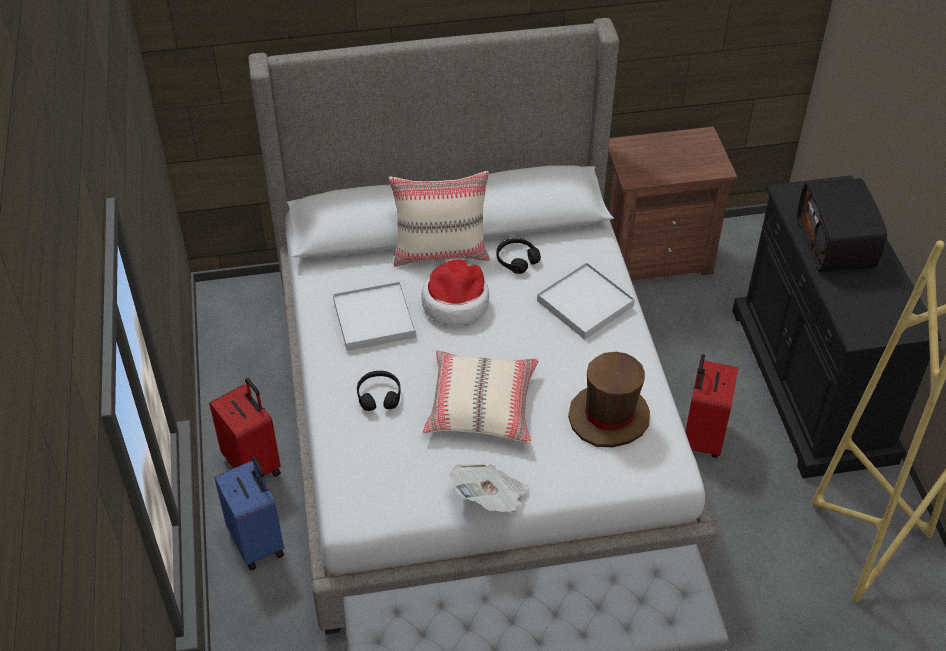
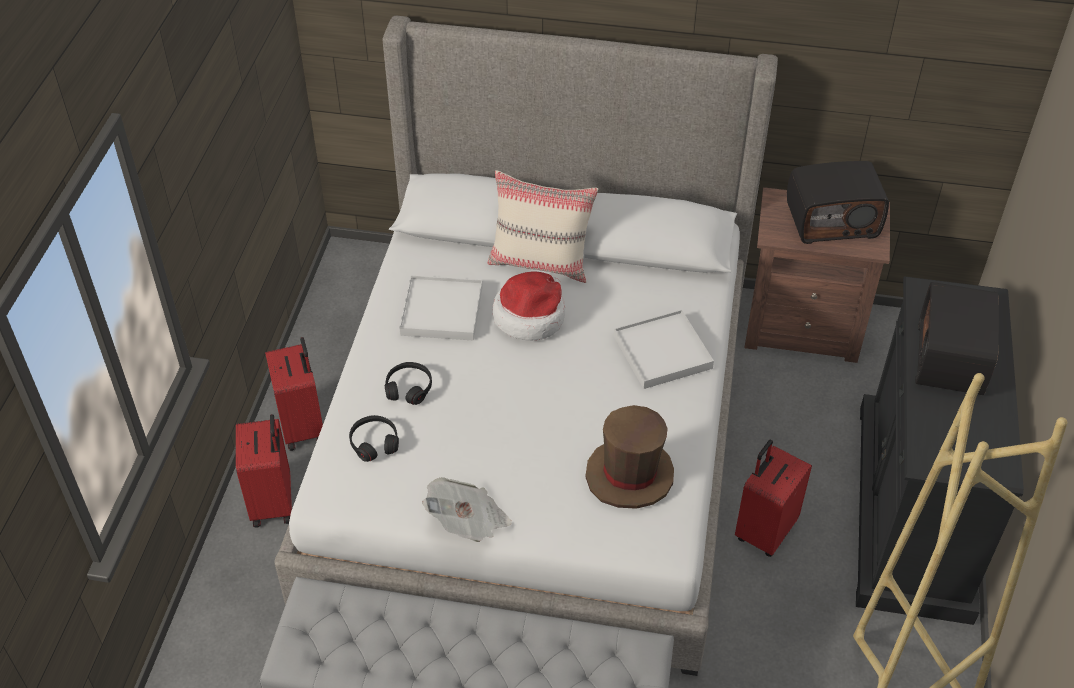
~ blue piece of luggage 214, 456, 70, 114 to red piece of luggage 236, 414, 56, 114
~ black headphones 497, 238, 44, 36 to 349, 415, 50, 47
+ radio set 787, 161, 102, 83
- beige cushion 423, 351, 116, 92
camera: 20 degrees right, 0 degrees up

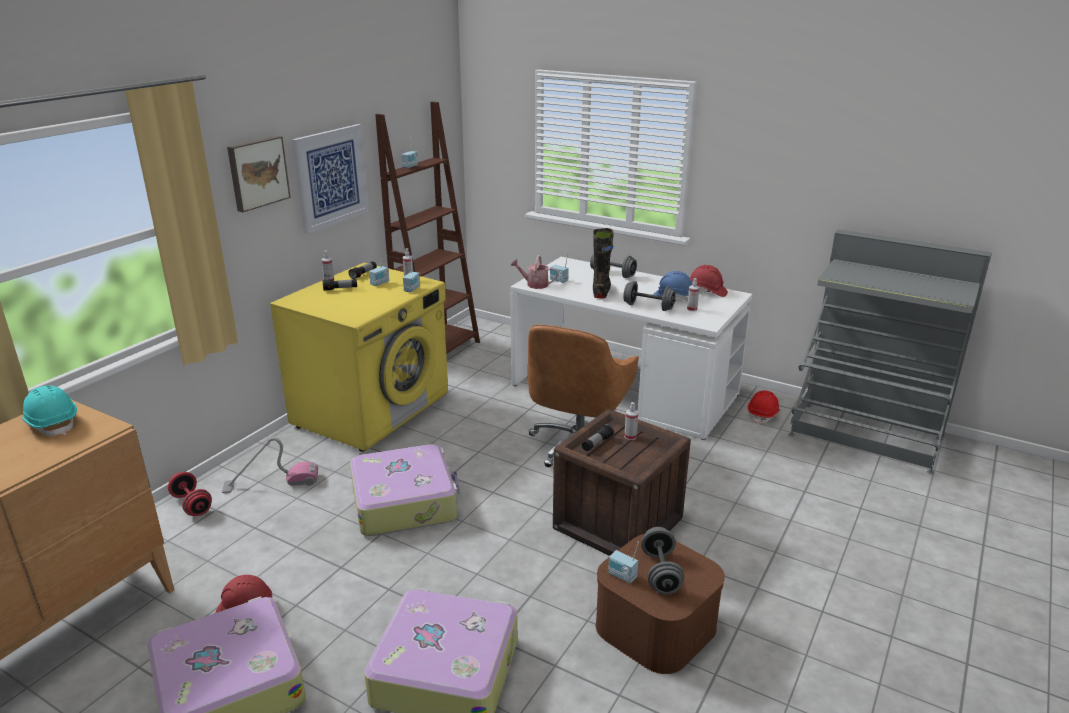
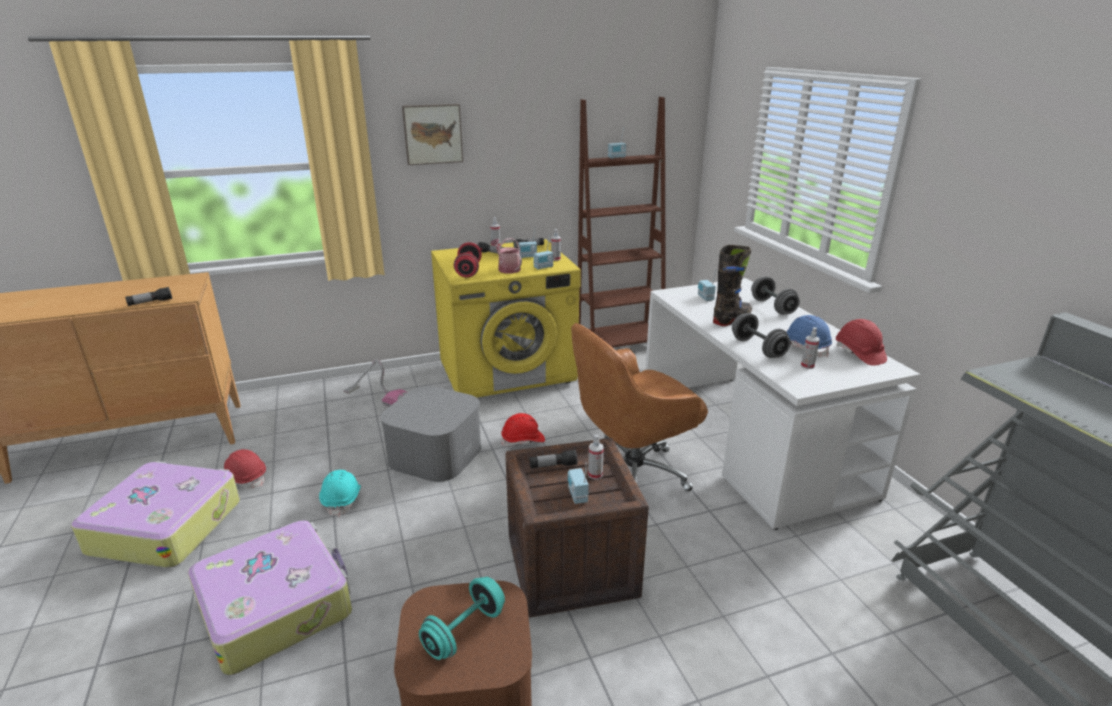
+ hand torch 125, 287, 47, 19
~ turquoise-coloured work helmet 22, 386, 55, 50 to 319, 470, 42, 47
~ piece of luggage 350, 444, 110, 92 to greyish storage container 381, 386, 100, 96
~ greyish hand weight 641, 527, 43, 67 to turquoise-coloured hand weight 419, 577, 86, 83
~ red hand weight 168, 472, 44, 44 to 454, 242, 28, 35
~ watering pot 510, 255, 48, 34 to 490, 238, 32, 36
~ red work helmet 748, 390, 32, 35 to 501, 413, 44, 34
~ radio set 608, 541, 31, 42 to 568, 462, 21, 42
- picture 292, 124, 77, 110
camera: 40 degrees right, 0 degrees up

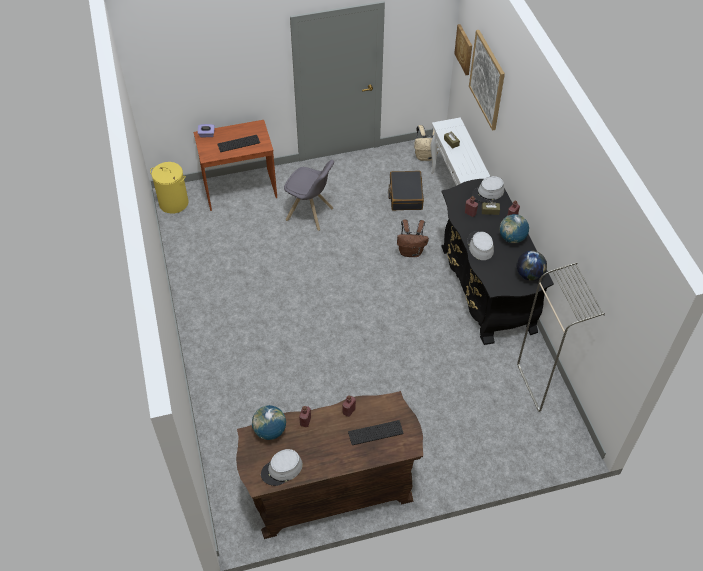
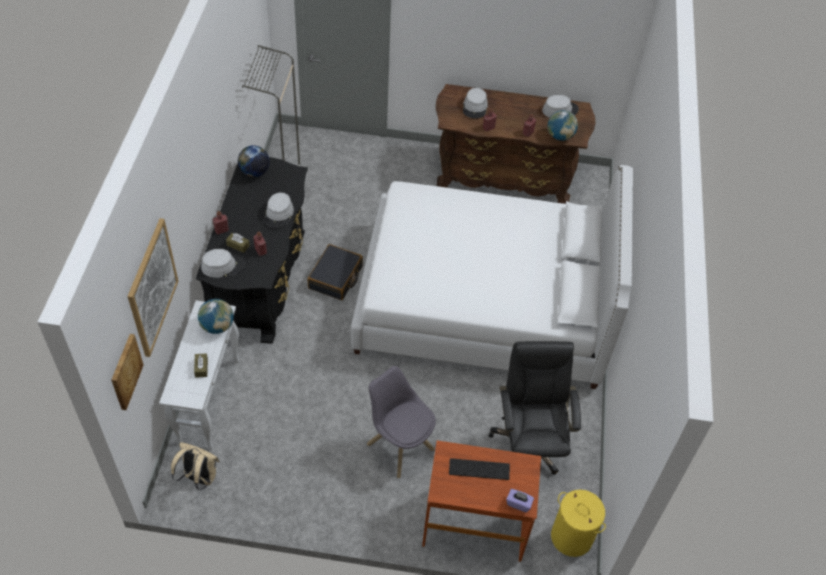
~ desk globe 500, 214, 29, 29 to 198, 299, 36, 35
~ black piece of luggage 388, 171, 36, 39 to 307, 244, 56, 56
+ white bedroom bed 351, 165, 282, 224
~ keyboard 348, 420, 56, 25 to greyish clothing hat 463, 88, 25, 31
+ black computer chair 489, 341, 92, 133
- brown-coloured knapsack 397, 219, 32, 38
camera: 160 degrees left, 0 degrees up

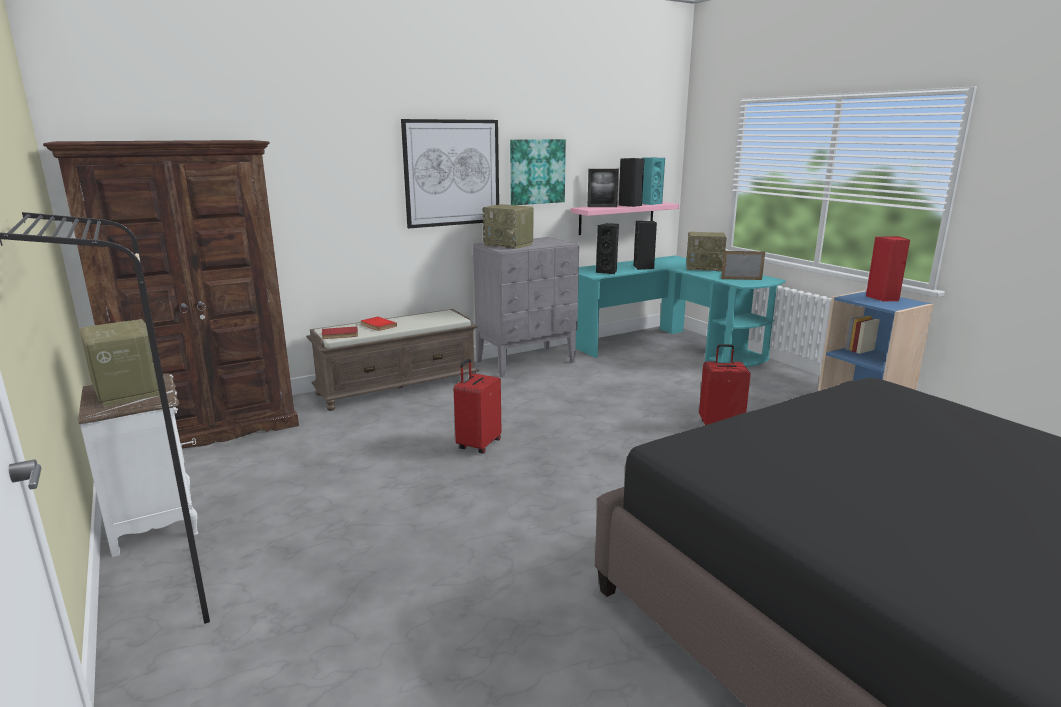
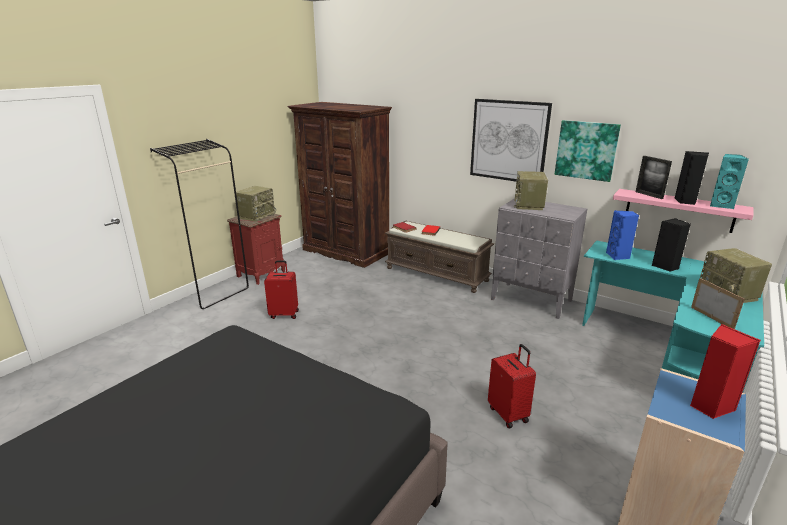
~ white night table 78, 373, 120, 184 to red night table 227, 214, 58, 71
~ red piece of luggage 454, 359, 47, 95 to 264, 260, 35, 59
~ black audio speaker 596, 223, 23, 51 to blue audio speaker 606, 210, 33, 50
camera: 65 degrees right, 5 degrees up

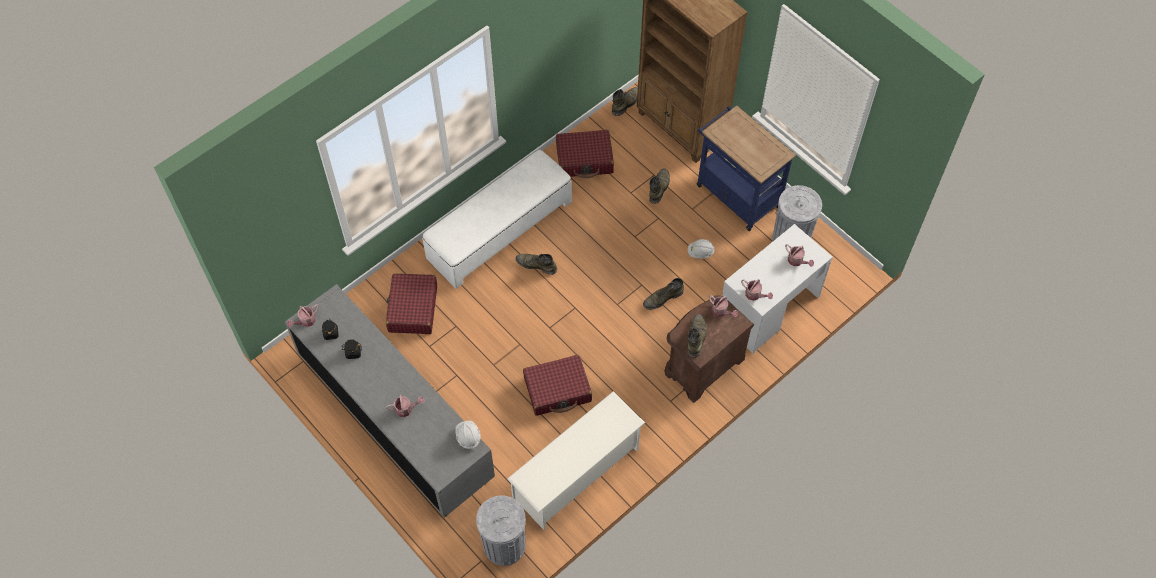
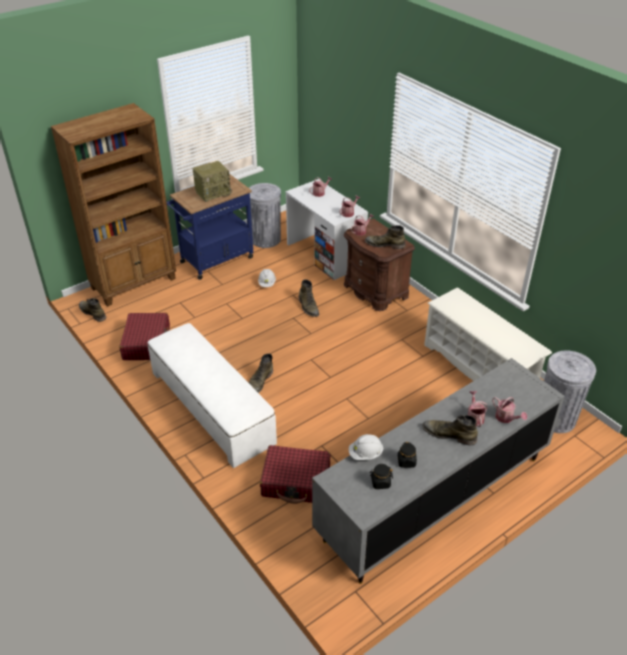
+ radio set 193, 161, 39, 41
~ white work helmet 456, 421, 25, 29 to 349, 434, 34, 26
~ green boot 649, 168, 21, 36 to 422, 415, 56, 30
~ watering pot 287, 305, 32, 22 to 492, 397, 35, 26
- red piece of luggage 523, 355, 69, 61
camera: 85 degrees left, 20 degrees down

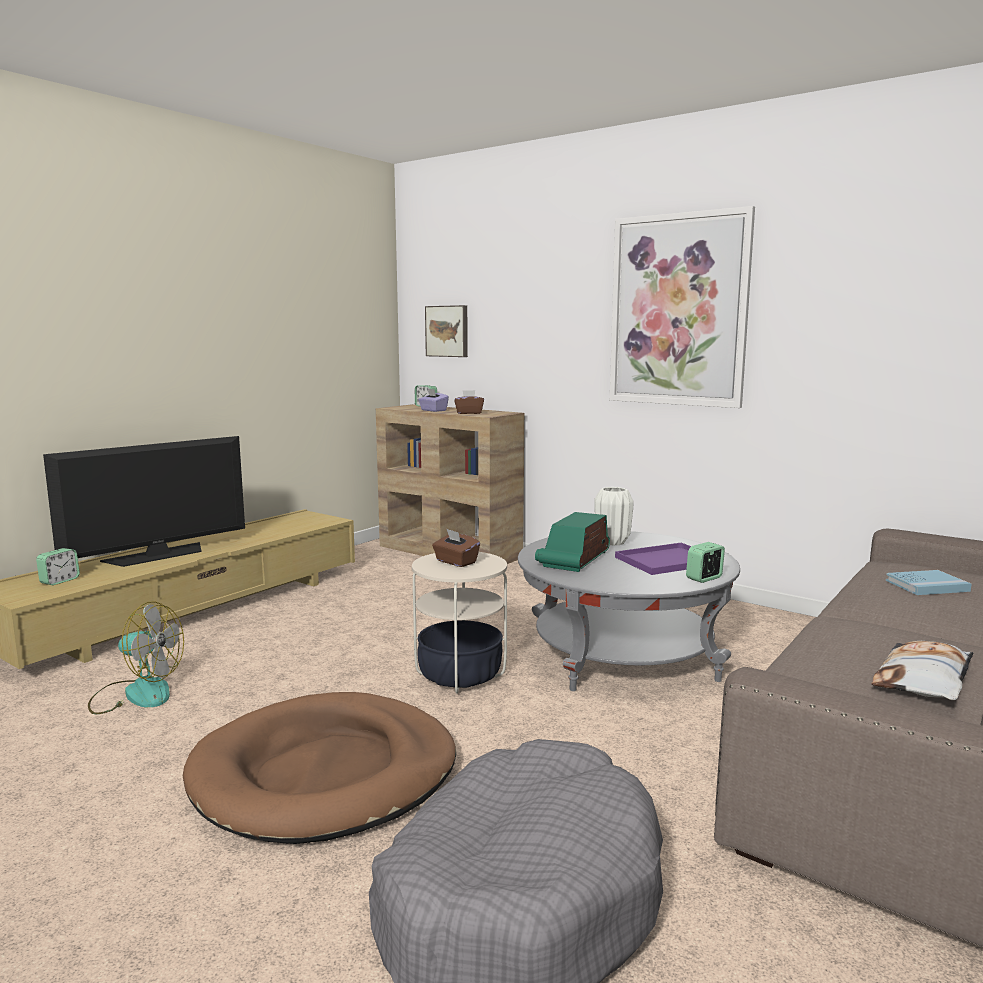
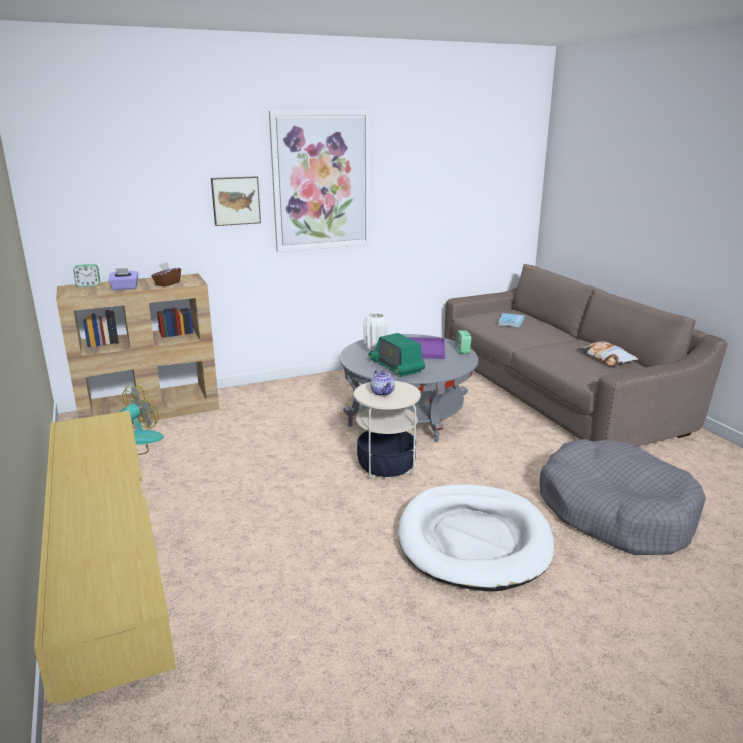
~ electric fan 88, 601, 96, 113 to 120, 386, 44, 69
~ picture 425, 305, 43, 52 to 211, 176, 50, 50
~ brown-coloured tissue holder 432, 529, 48, 38 to pot for tea 370, 370, 25, 26
~ brown-coloured dog cushion 183, 692, 273, 152 to white dog cushion 398, 484, 156, 107
- alarm clock 36, 548, 44, 37
- television 43, 436, 202, 131
camera: 60 degrees left, 10 degrees up

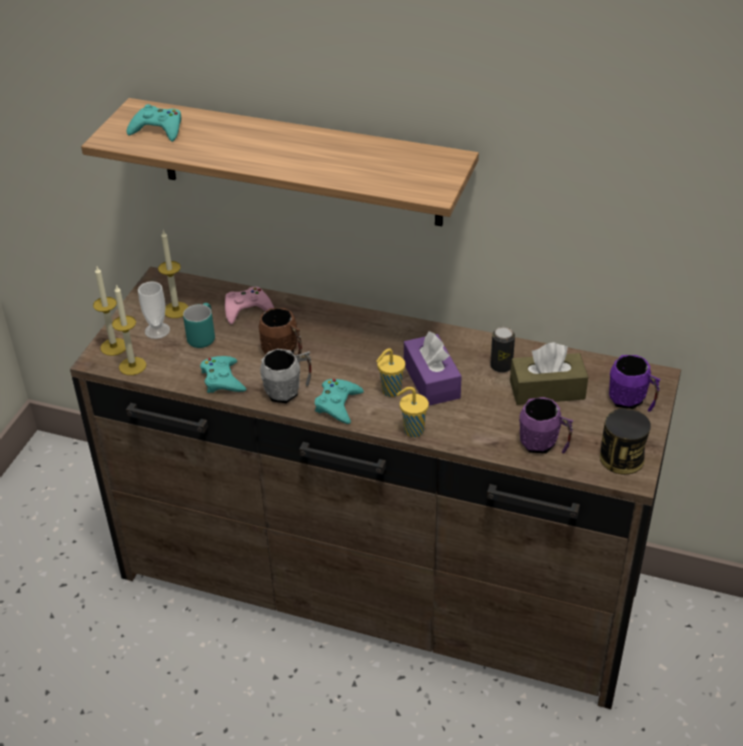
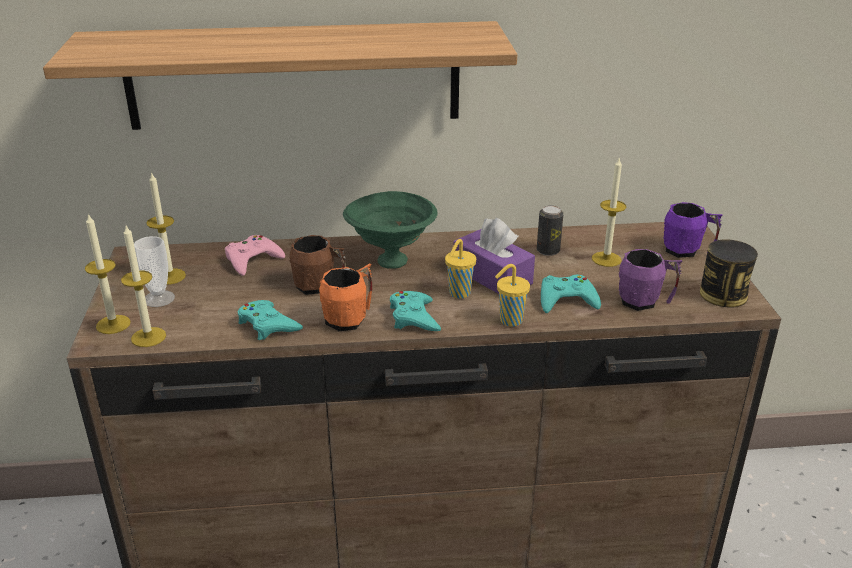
~ greyish mug 260, 349, 52, 54 to orange-coloured mug 319, 264, 53, 67
+ green deep dish 343, 191, 95, 78
~ turquoise-coloured game controller 127, 104, 54, 38 to 541, 275, 60, 38
~ brown-coloured tissue holder 510, 342, 78, 63 to wax candle 592, 158, 34, 109
- turquoise-coloured mug 183, 303, 32, 45
camera: 25 degrees left, 10 degrees down

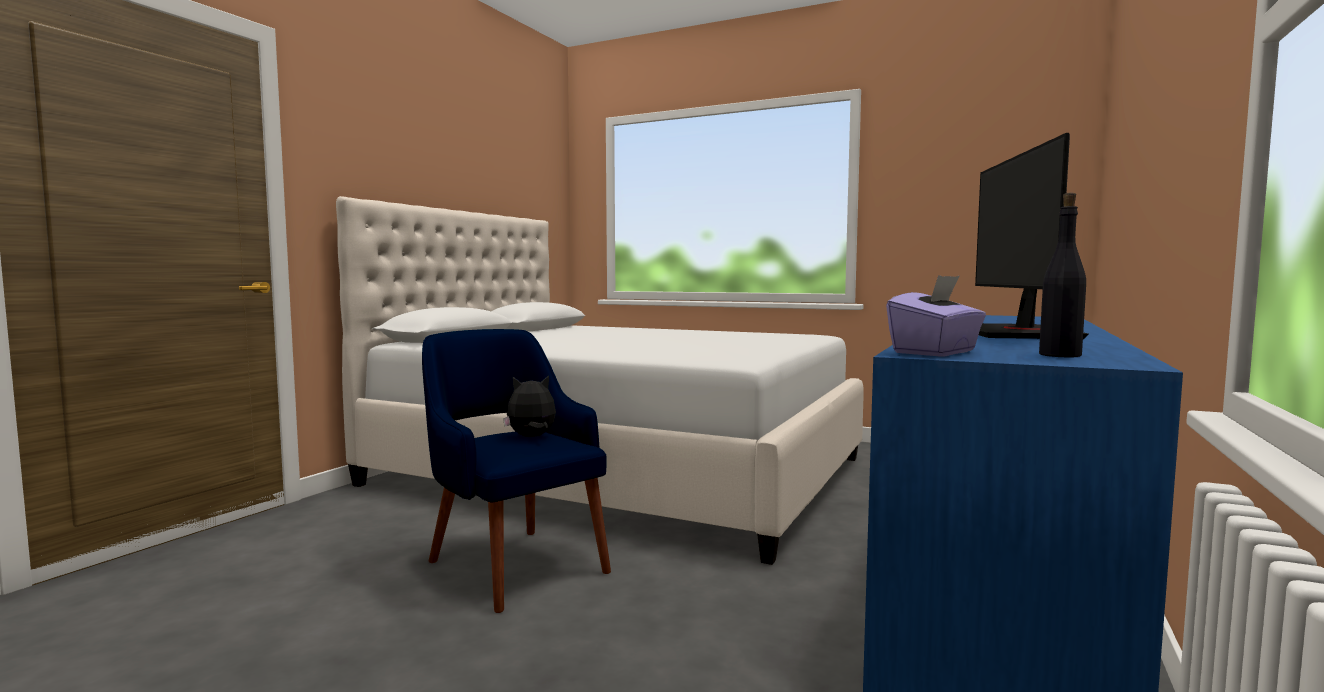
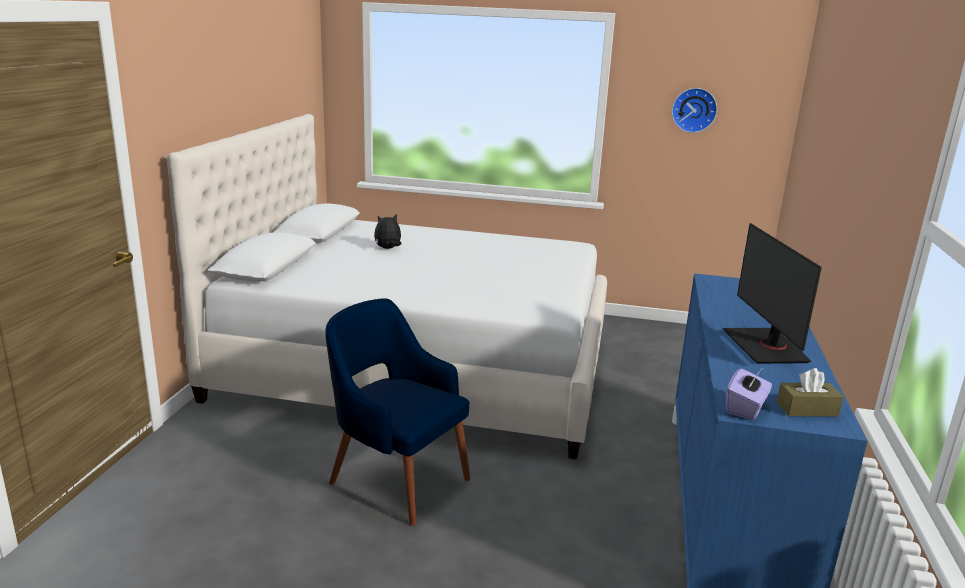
~ plush toy 503, 375, 53, 62 to 374, 214, 27, 35
+ wall clock 672, 88, 45, 45
~ black beverage bottle 1039, 192, 47, 165 to brown-coloured tissue holder 777, 368, 67, 49
camera: 15 degrees left, 15 degrees up

